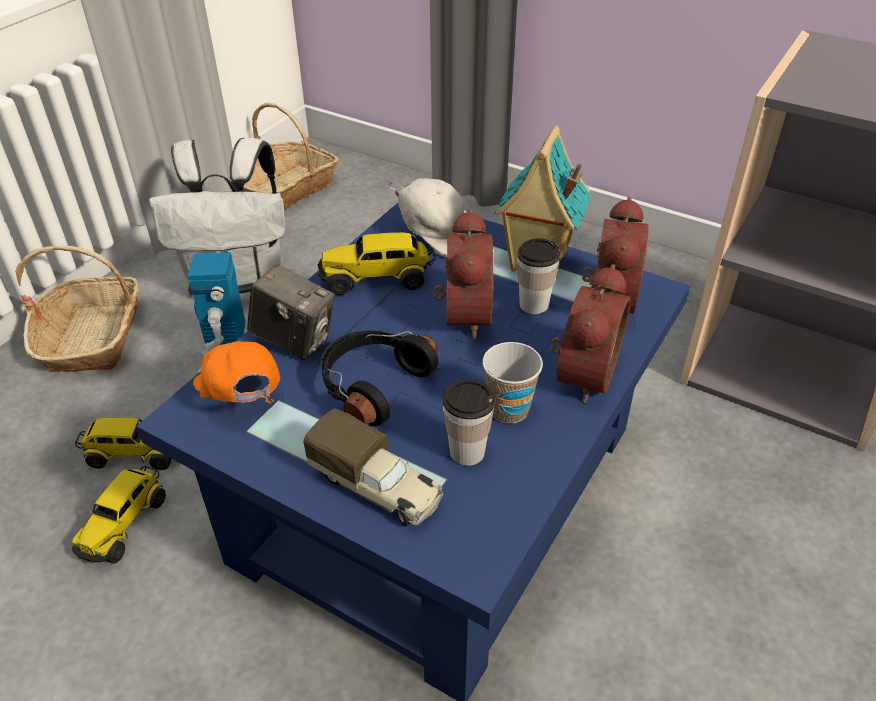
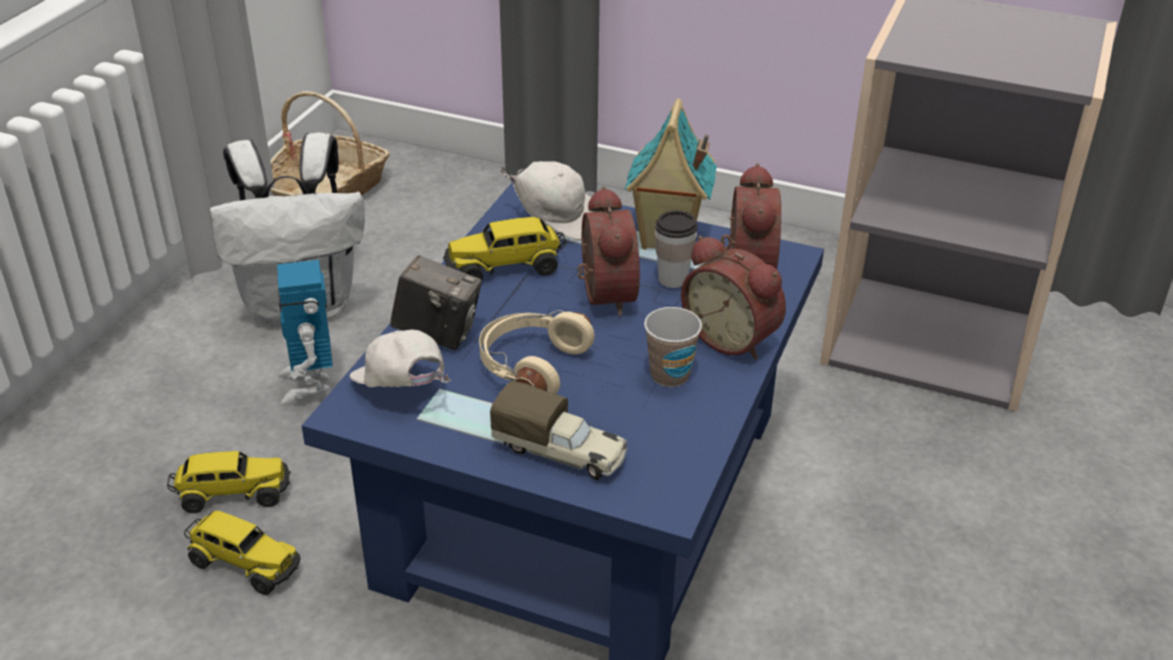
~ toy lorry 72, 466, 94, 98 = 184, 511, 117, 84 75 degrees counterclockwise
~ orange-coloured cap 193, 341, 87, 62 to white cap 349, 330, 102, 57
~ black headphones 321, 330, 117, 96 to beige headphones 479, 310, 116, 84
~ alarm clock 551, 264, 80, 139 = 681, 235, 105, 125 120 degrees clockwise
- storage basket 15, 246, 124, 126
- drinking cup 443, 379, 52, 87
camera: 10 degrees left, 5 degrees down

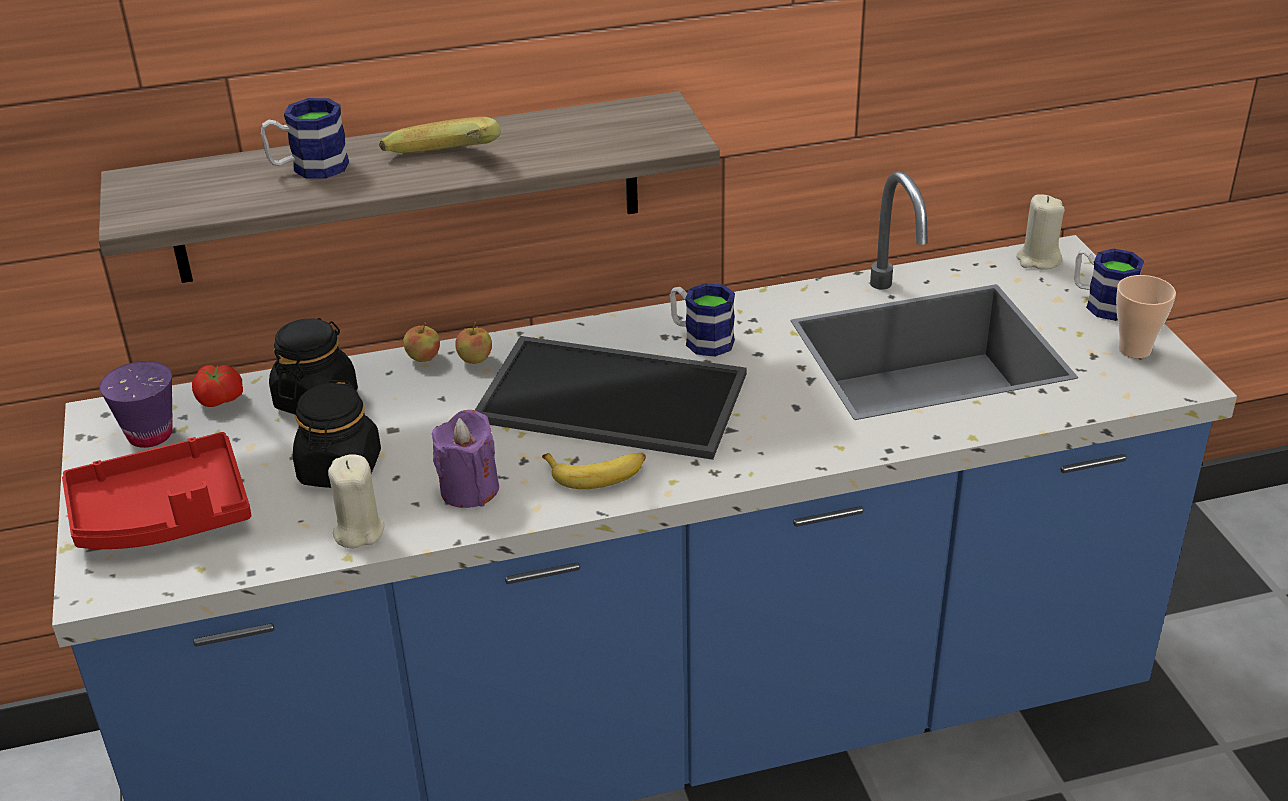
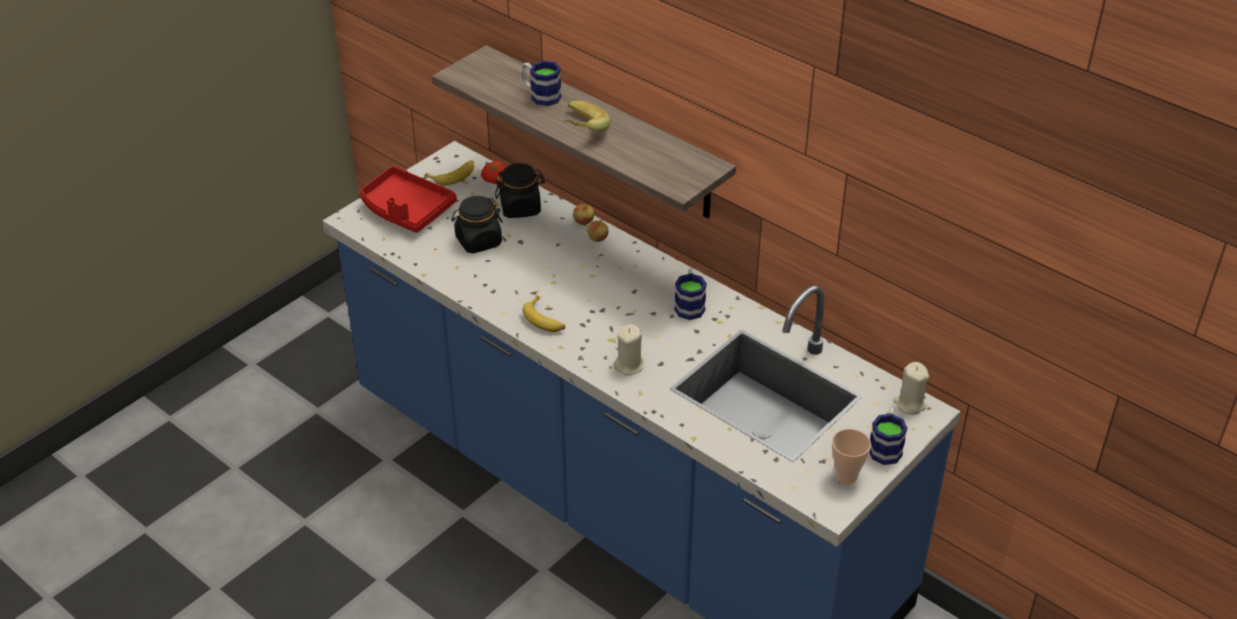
~ purple drinking cup 99, 361, 73, 87 to banana 424, 160, 50, 25
~ beige wax candle 328, 454, 57, 94 to 614, 324, 30, 52
- purple wax candle 432, 410, 67, 98
- tray 475, 336, 272, 124
camera: 55 degrees right, 5 degrees up

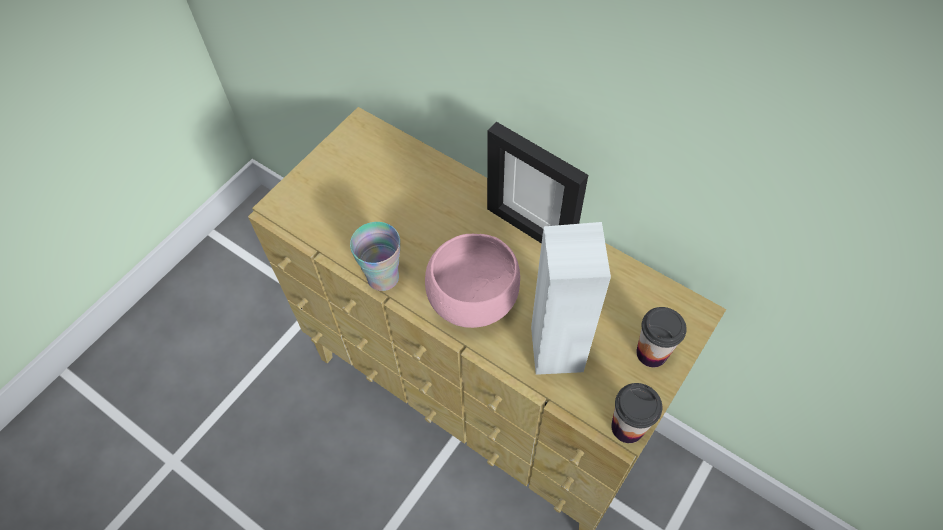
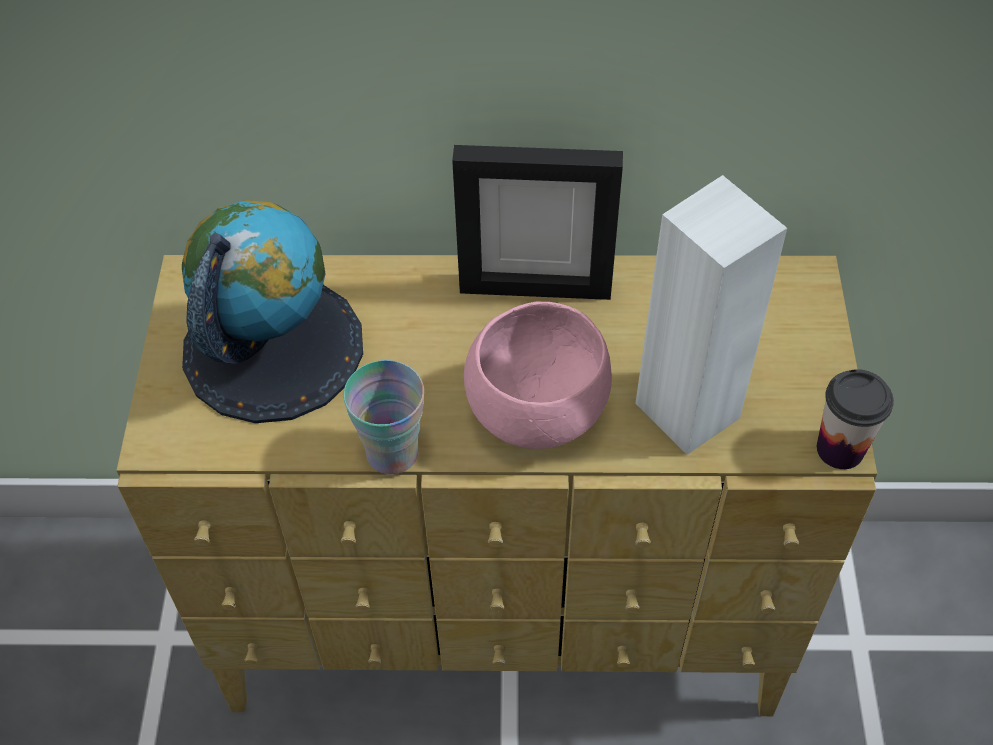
+ desk globe 182, 200, 181, 223
- drinking cup 636, 307, 51, 60
camera: 35 degrees left, 5 degrees down

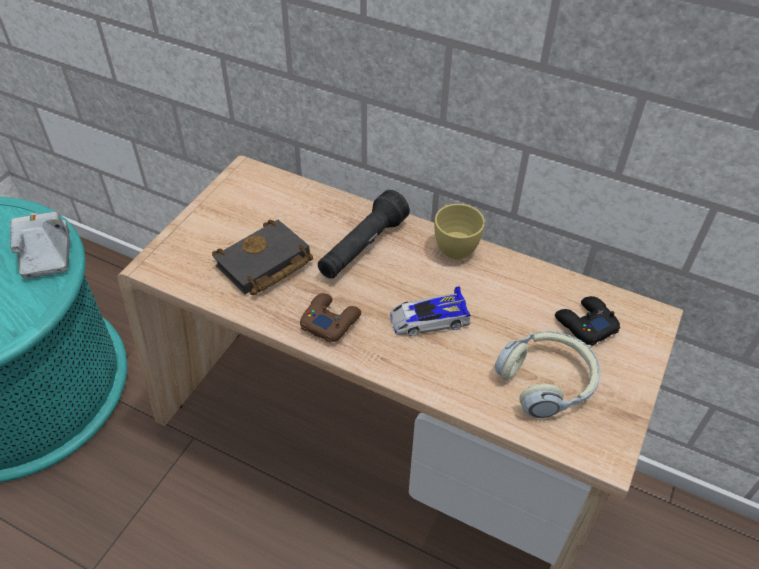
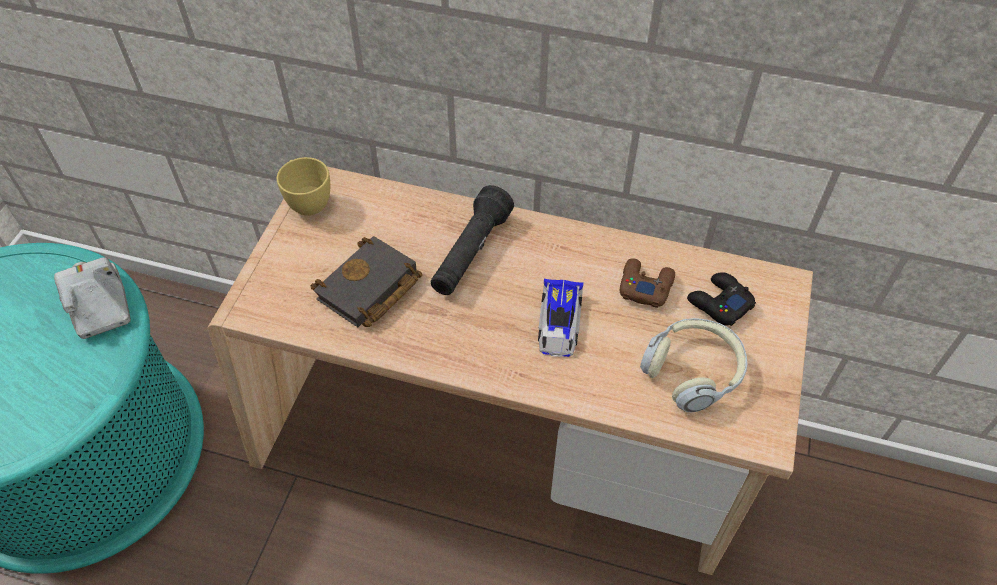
~ yellow drinking cup 434, 204, 51, 55 to 277, 157, 53, 59
~ miniature car 390, 286, 81, 50 = 538, 279, 46, 78 60 degrees counterclockwise
~ brown-coloured game controller 300, 293, 61, 50 to 620, 259, 55, 49
camera: 10 degrees left, 5 degrees up

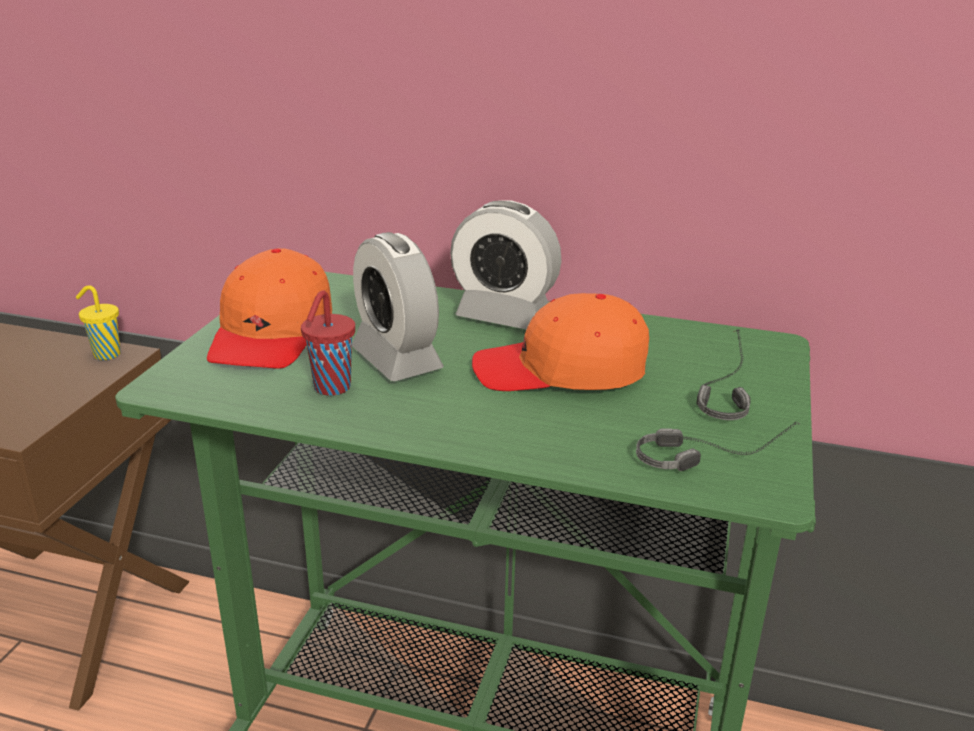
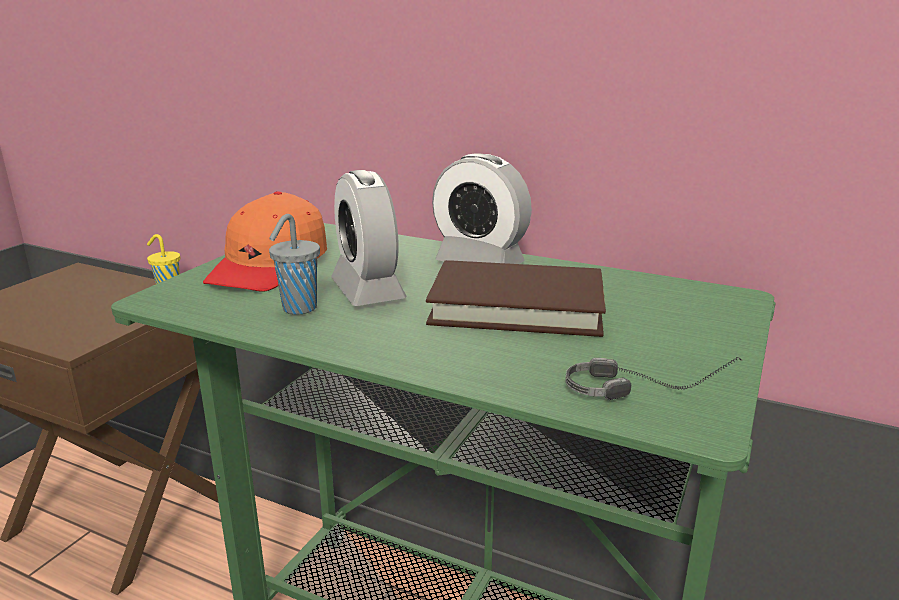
~ red drinking cup 301, 290, 54, 106 to greyish drinking cup 269, 214, 51, 100
~ orange-coloured cap 472, 293, 177, 98 to brown-coloured book 426, 260, 180, 77
- headphones 696, 330, 55, 90
camera: 10 degrees right, 5 degrees down

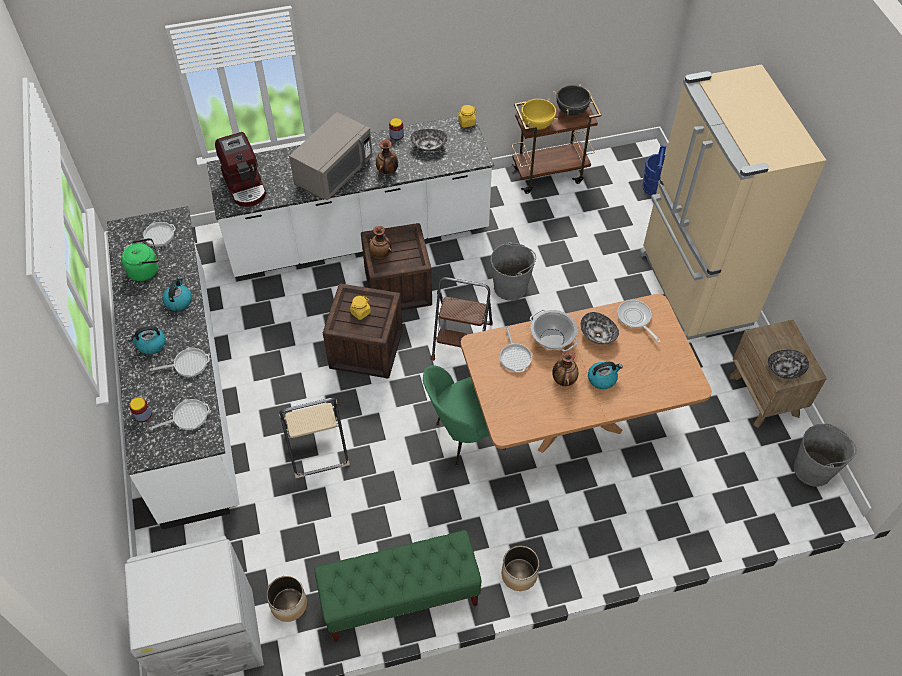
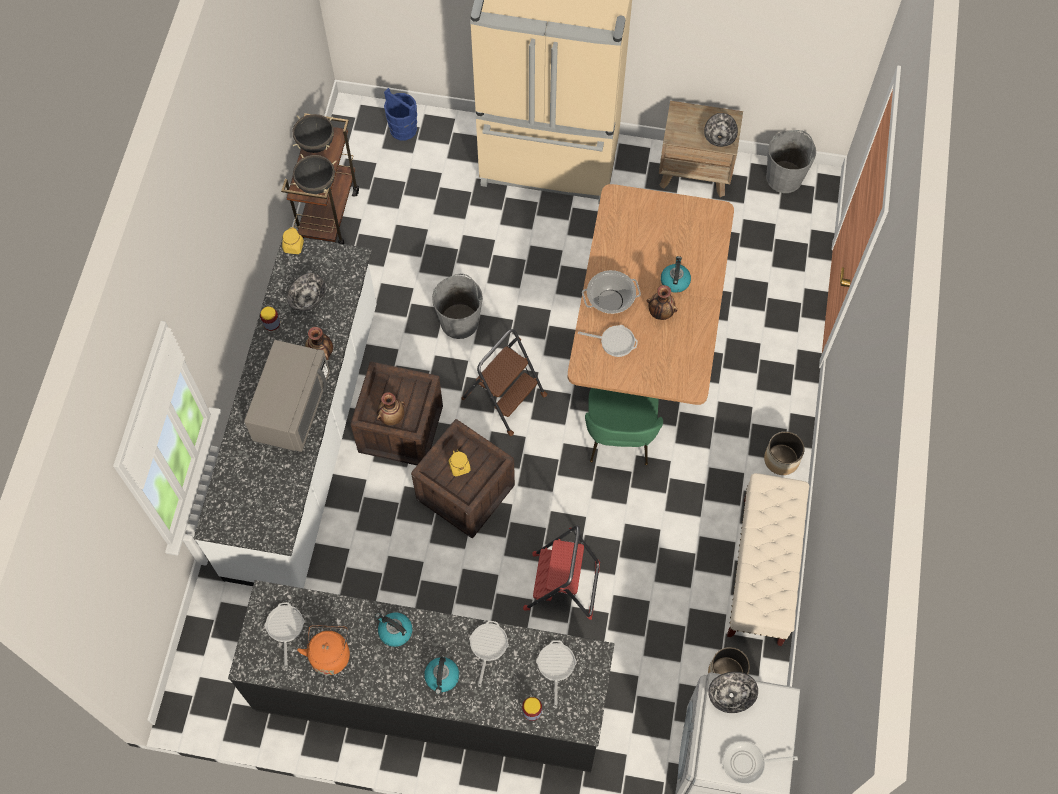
~ white counter 107, 206, 133, 324 to black counter 228, 580, 386, 192
~ greyish microwave 289, 112, 84, 88 = 244, 340, 86, 112 45 degrees clockwise
~ yellow saucepot 520, 98, 38, 32 to black saucepot 291, 154, 46, 40
~ green water kettle 121, 238, 38, 43 to orange-coloured water kettle 297, 625, 53, 50
~ beige stepladder 279, 398, 71, 80 to red stepladder 523, 526, 77, 94
~ deep dish 581, 312, 38, 32 to 708, 672, 50, 41
~ pan 617, 300, 44, 43 to 723, 741, 75, 43
~ green long seat 315, 530, 167, 112 to beige long seat 727, 473, 82, 173
- coffee brewer 215, 132, 51, 75
camera: 65 degrees left, 10 degrees up

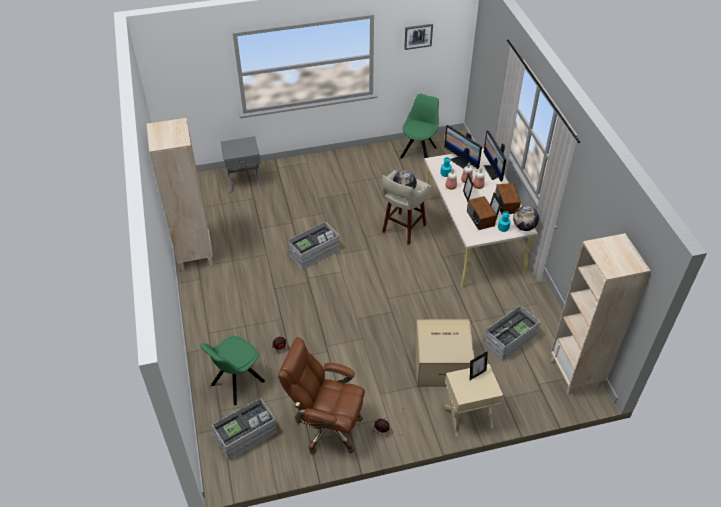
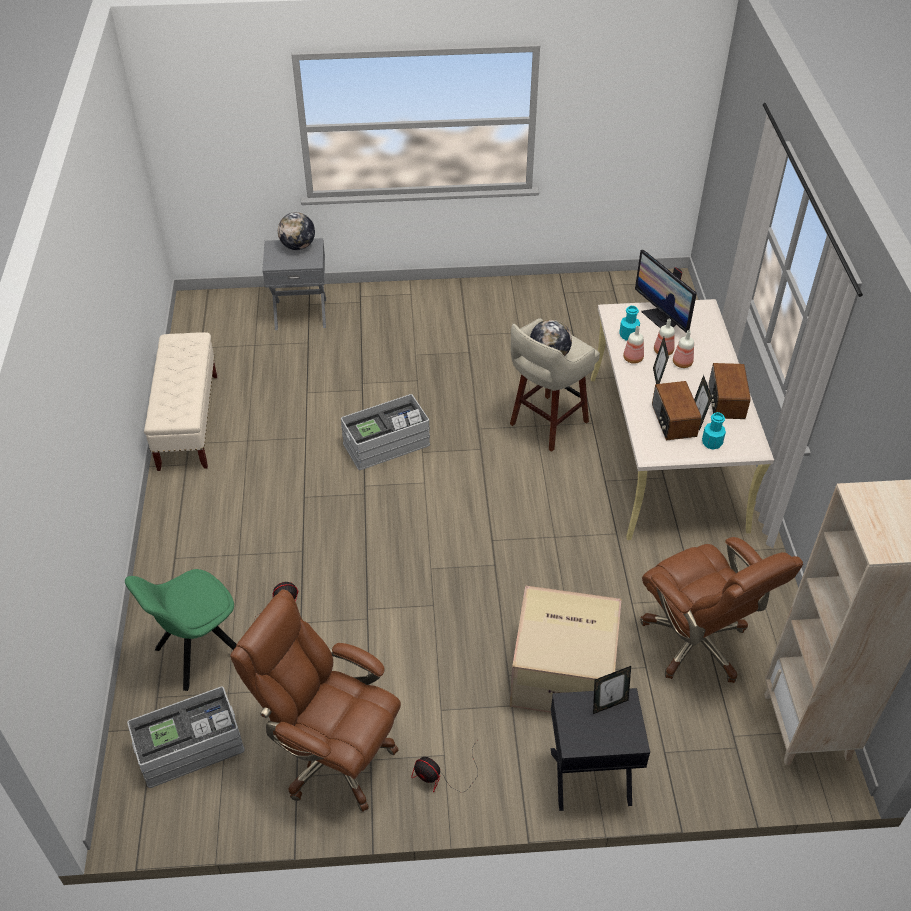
~ beige bookcase 147, 118, 66, 153 to beige long seat 144, 332, 73, 139
~ desk globe 513, 206, 26, 25 to 278, 212, 37, 38
~ beige night table 444, 364, 59, 72 to black night table 551, 688, 99, 123
~ greyish storage container 483, 306, 57, 55 to brown-coloured computer chair 640, 537, 163, 146
- green chair 400, 94, 39, 65
- picture 404, 24, 29, 26
- computer screen 484, 130, 22, 52
camera: 10 degrees right, 0 degrees up

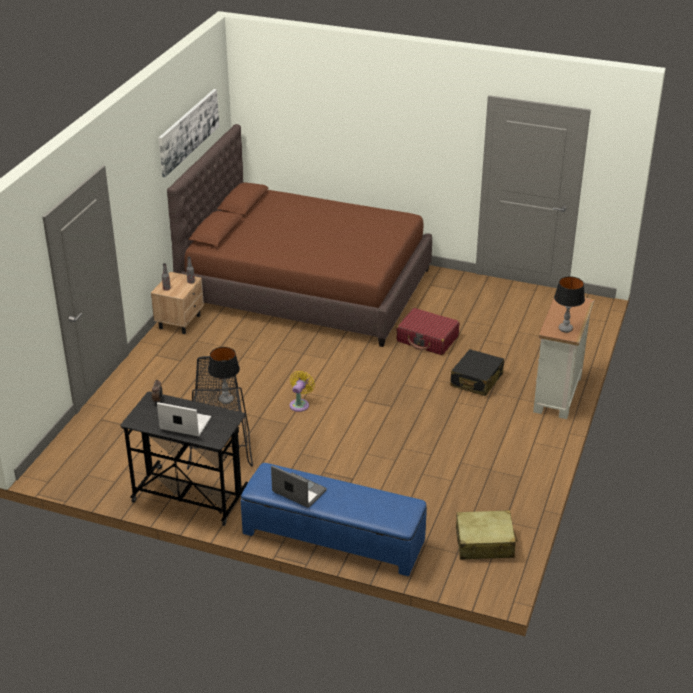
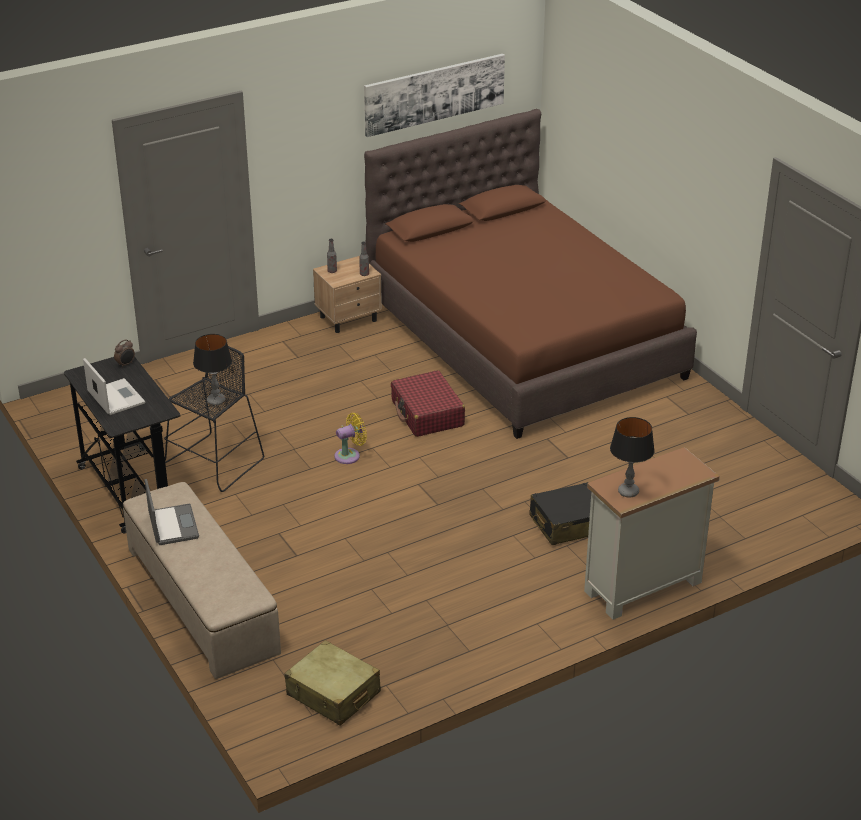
~ blue long seat 241, 463, 186, 113 to beige long seat 123, 482, 158, 197
~ red piece of luggage 396, 308, 63, 47 to 391, 370, 74, 67
camera: 40 degrees right, 0 degrees up

